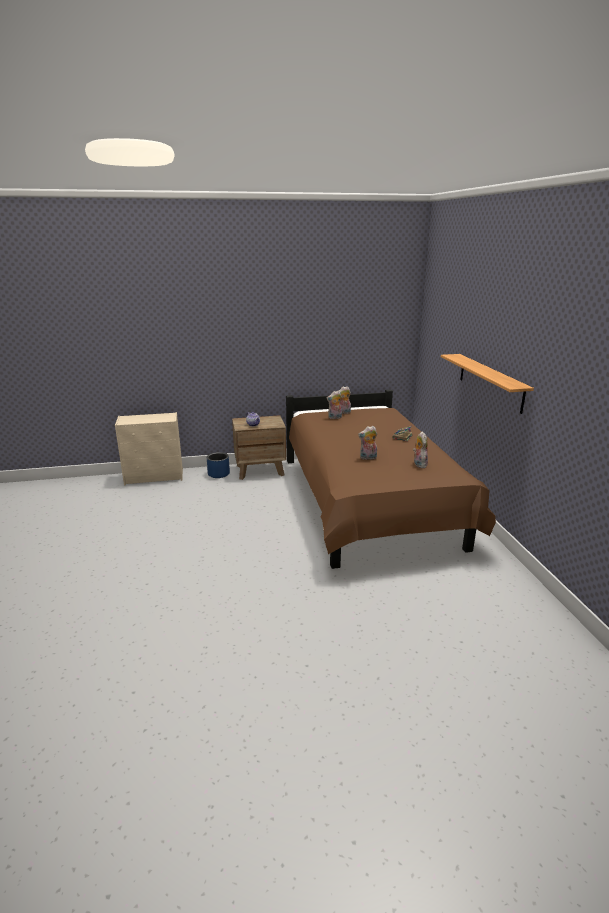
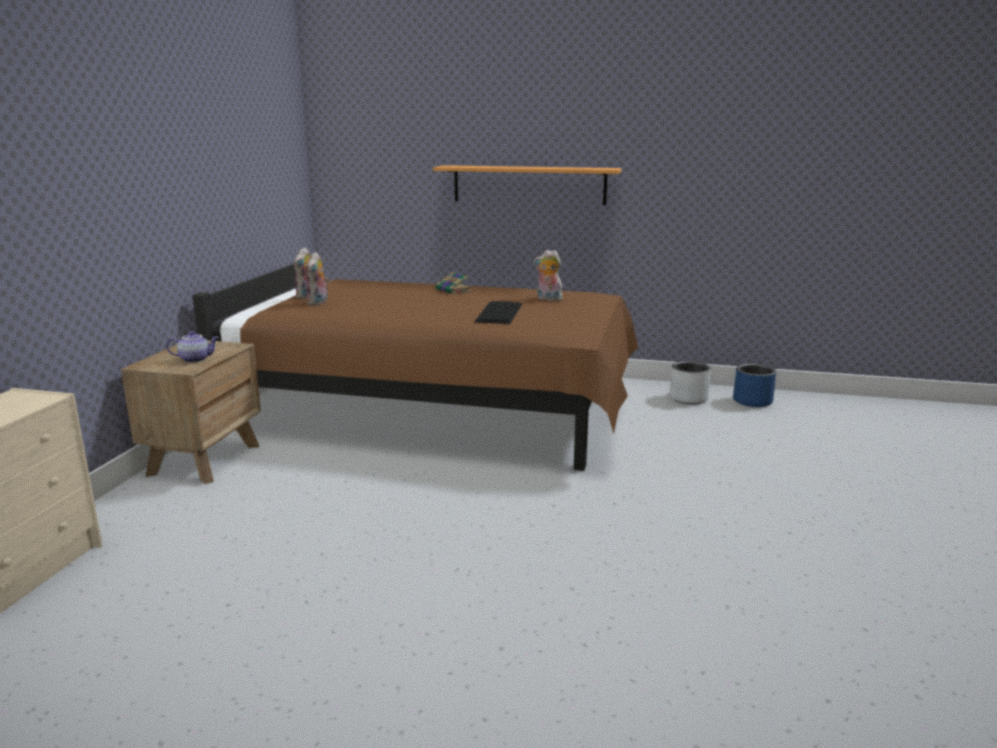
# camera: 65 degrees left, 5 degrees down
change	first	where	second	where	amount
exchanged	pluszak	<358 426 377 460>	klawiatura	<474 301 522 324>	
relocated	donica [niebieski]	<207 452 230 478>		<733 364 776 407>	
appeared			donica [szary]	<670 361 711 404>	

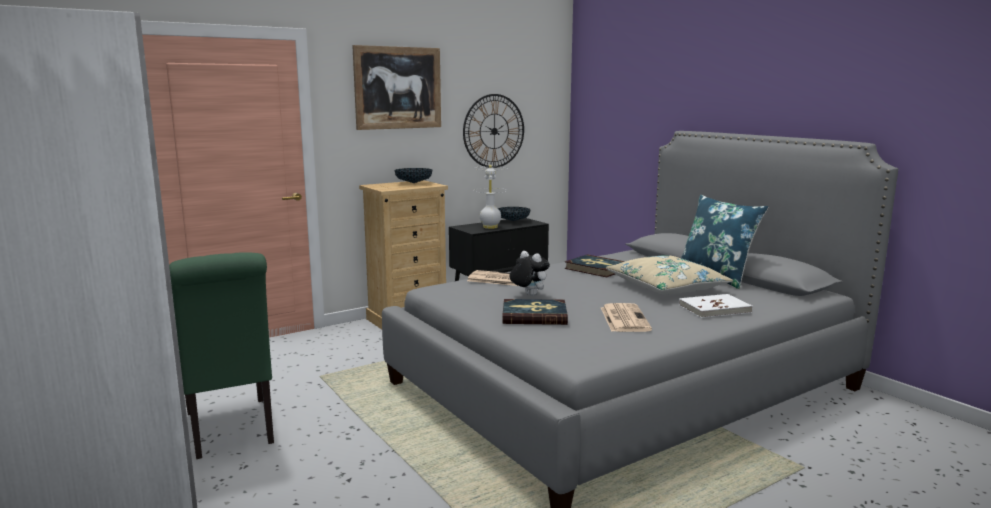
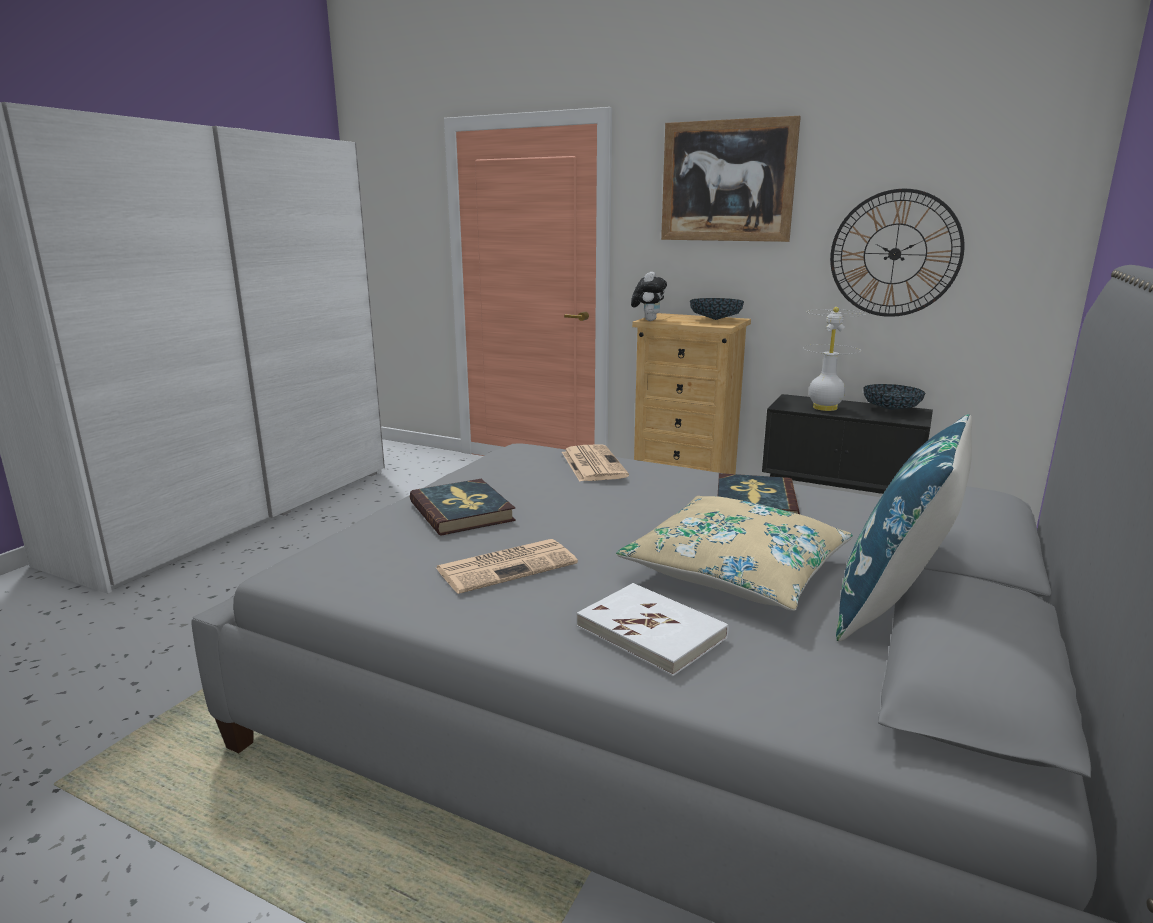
# camera: 60 degrees right, 5 degrees up
change	first	where	second	where	amount
relocated	pluszak	<509 251 550 296>		<631 272 667 321>	
missing	krzesło [zielony]	<169 252 274 459>			

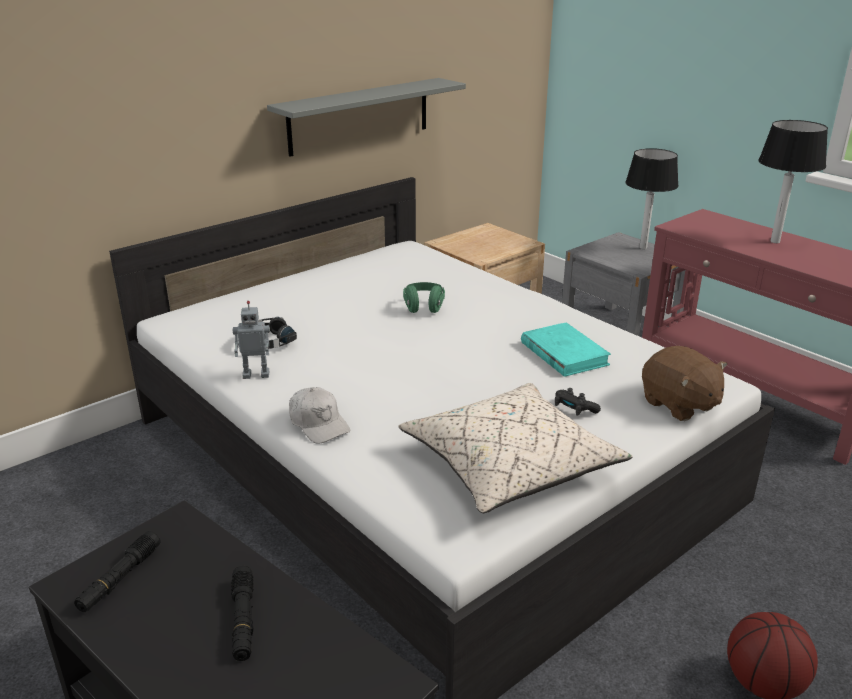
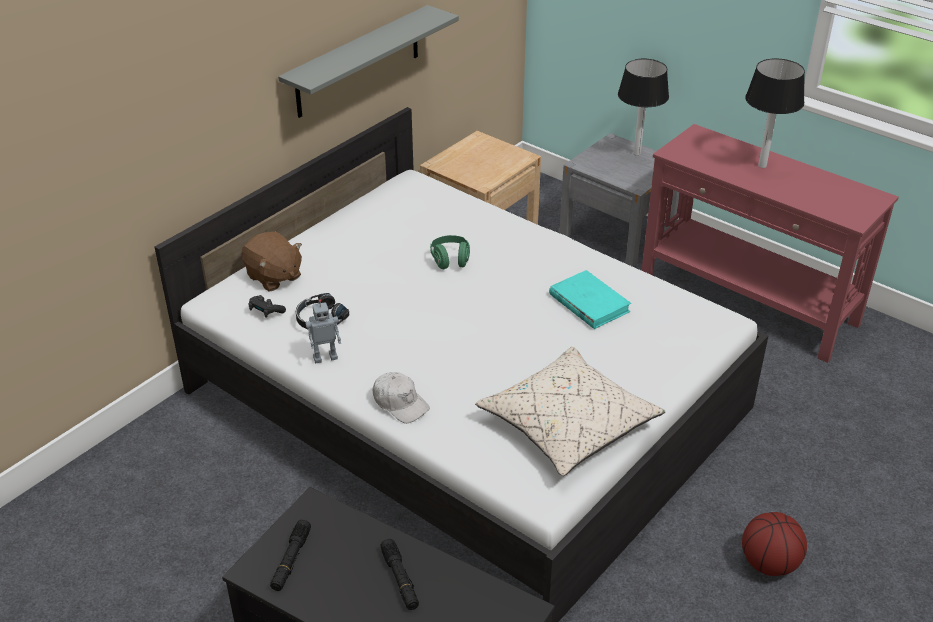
# camera: 10 degrees left, 10 degrees up
change	first	where	second	where	amount
relocated	pluszak [brązowy]	<642 346 727 421>		<241 232 302 291>	
relocated	pad do gier [czarny]	<555 388 601 416>		<248 295 286 318>	

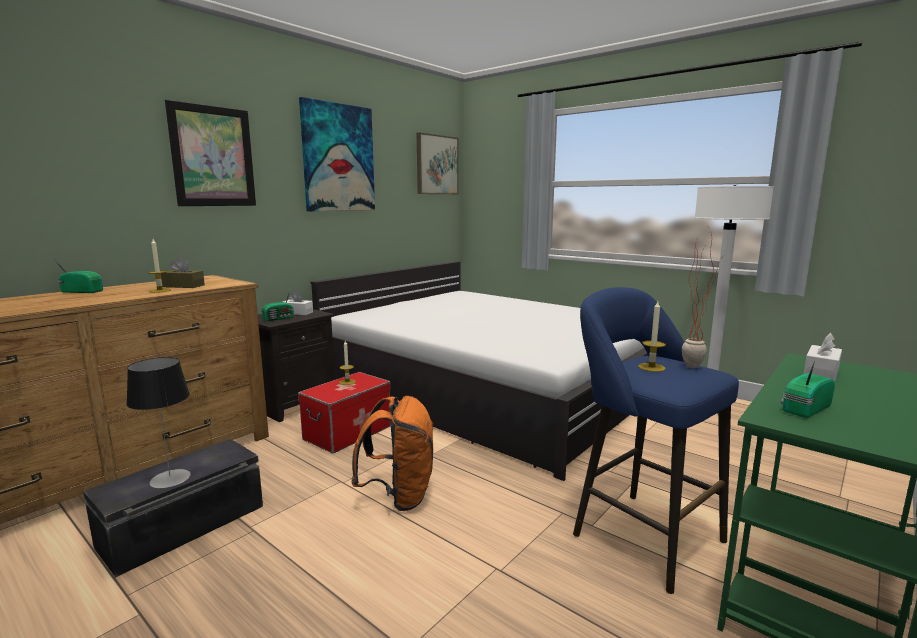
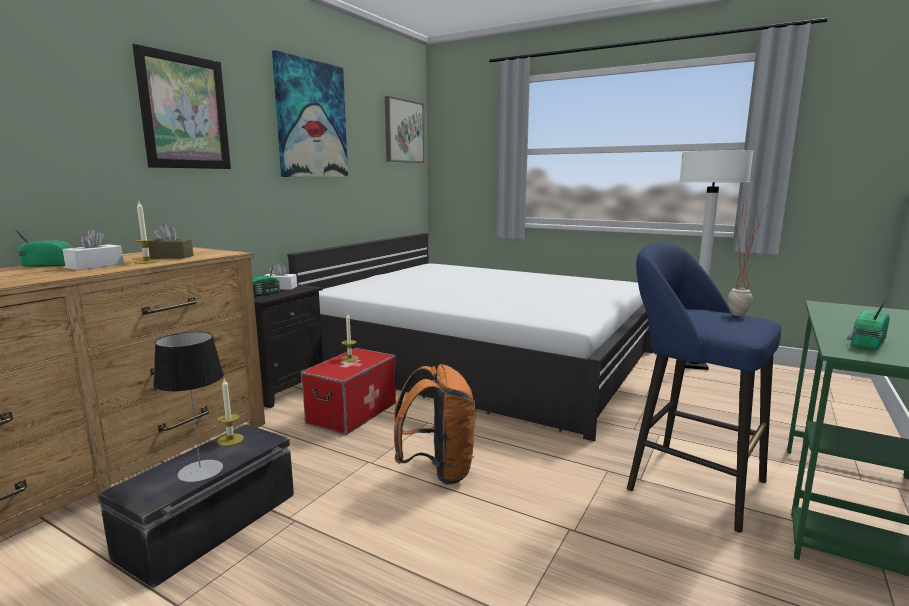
# camera: 10 degrees left, 0 degrees up
change	first	where	second	where	amount
relocated	świeca	<638 301 666 372>		<217 379 244 446>	
relocated	pudełko chusteczek [biały]	<803 333 842 382>		<63 229 124 270>	

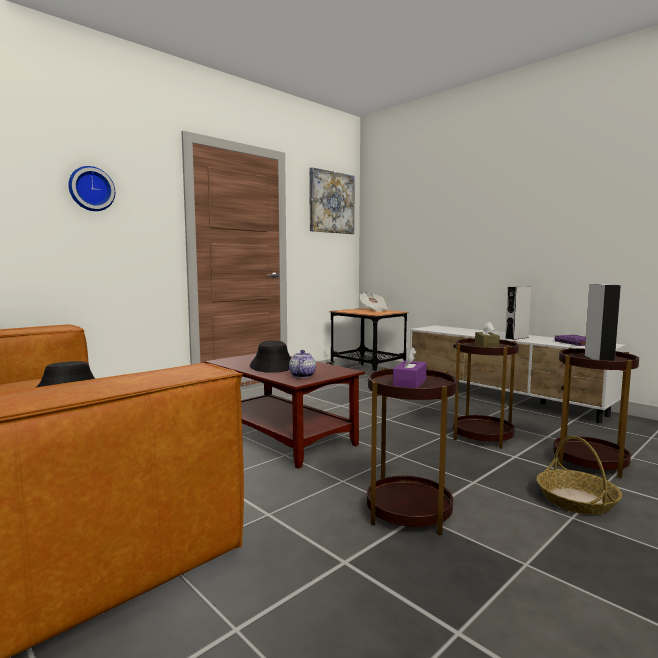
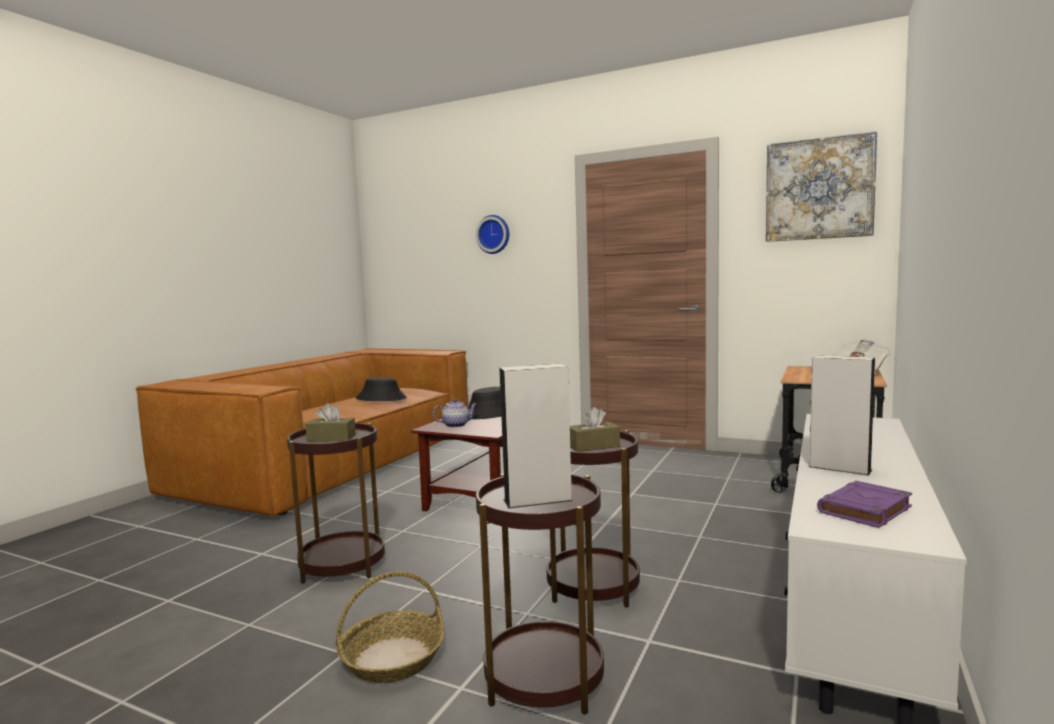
# camera: 70 degrees right, 0 degrees up
change	first	where	second	where	amount
colour	pudełko chusteczek [fioletowy]	<393 347 427 388>	pudełko chusteczek [brązowy]	<305 403 356 442>	

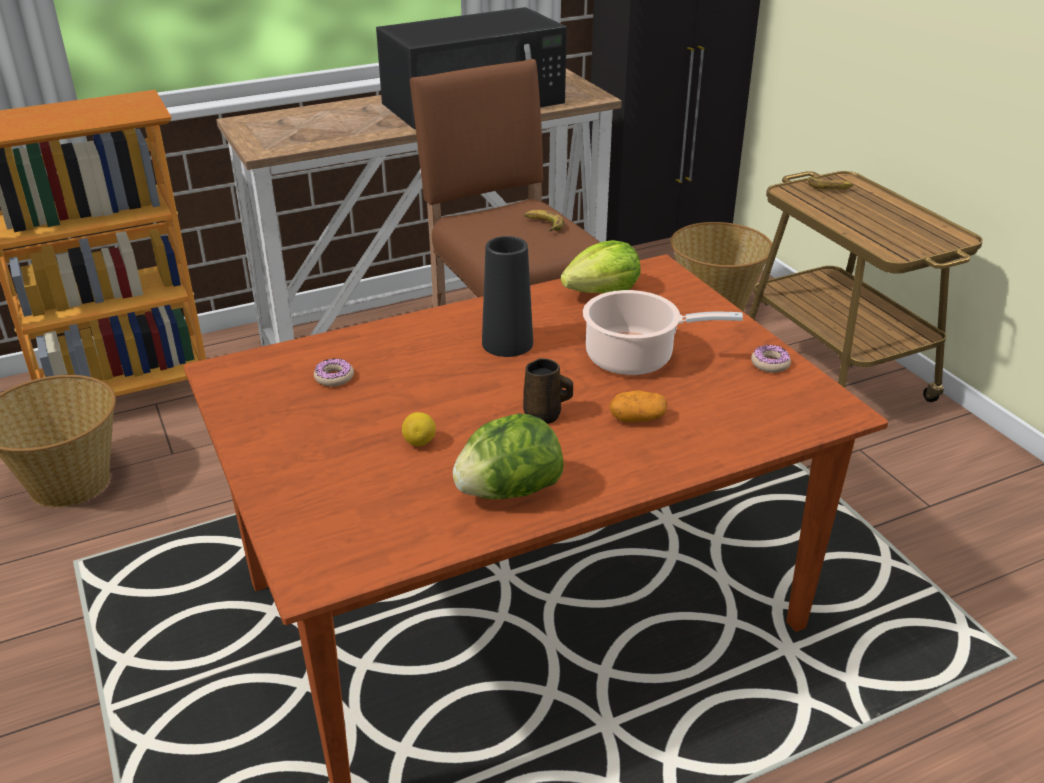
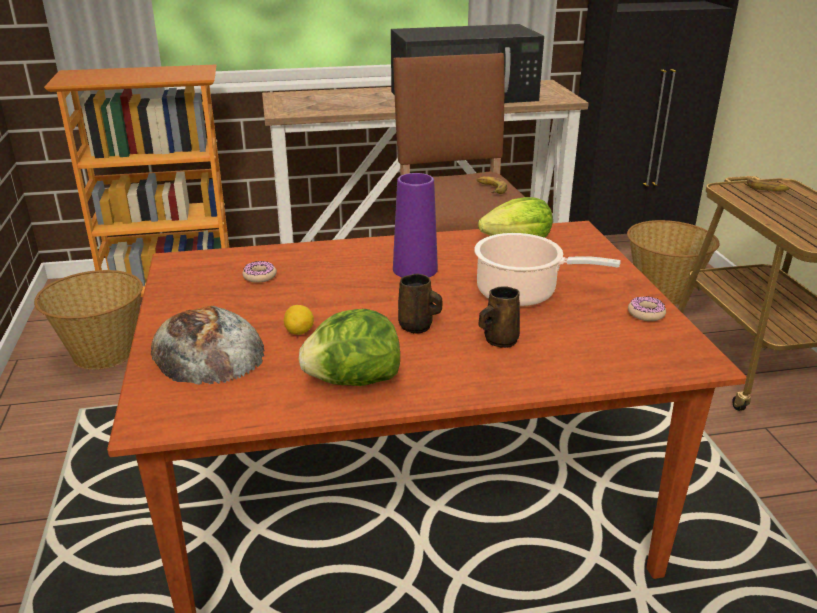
# camera: 15 degrees right, 5 degrees down
change	first	where	second	where	amount
colour	wazon [czarny]	<482 236 533 357>	wazon [fioletowy]	<393 173 438 277>	
exchanged	ziemniak	<609 390 667 422>	kubek [brązowy]	<479 286 520 348>	
appeared			chleb	<151 306 265 385>	

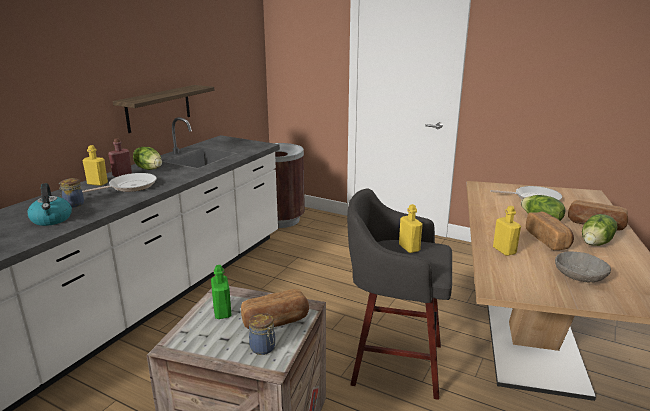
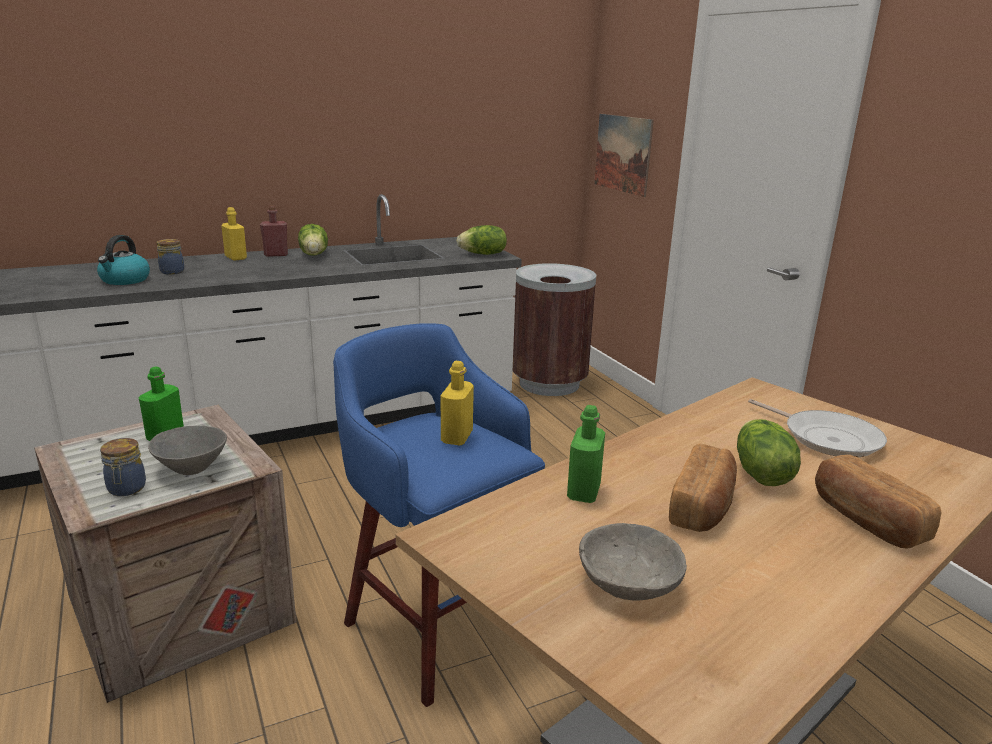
# camera: 35 degrees right, 0 degrees up
change	first	where	second	where	amount
missing	półka	<113 85 214 133>			
missing	patelnia	<82 173 157 193>			
colour	stołek [szary]	<347 188 452 400>	stołek [niebieski]	<333 323 545 707>	
colour	butelka [żółty]	<493 206 521 256>	butelka [zielony]	<567 405 605 503>	
relocated	sałata	<582 214 618 246>		<457 225 507 255>	
exchanged	chleb	<241 289 309 329>	miska [szary]	<148 426 227 475>	
appeared			obraz	<594 114 654 197>	

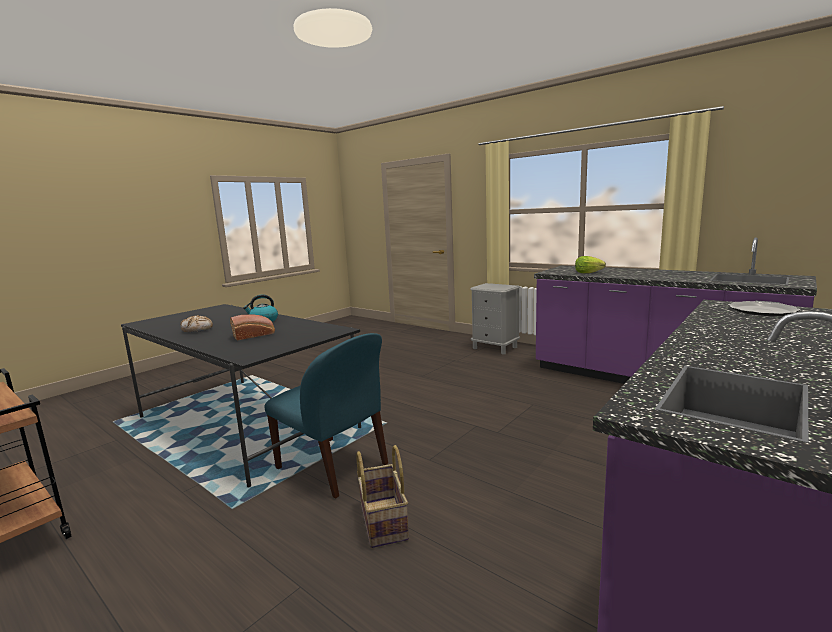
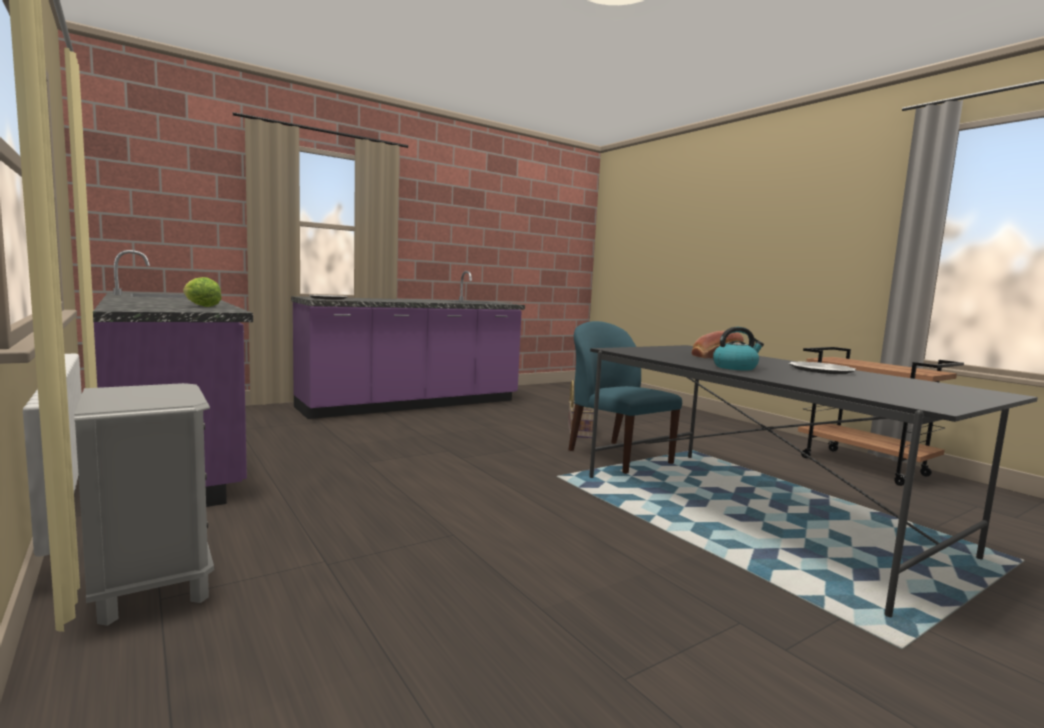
# camera: 165 degrees left, 5 degrees down
change	first	where	second	where	amount
exchanged	chleb	<180 315 213 332>	talerz	<789 361 856 374>	

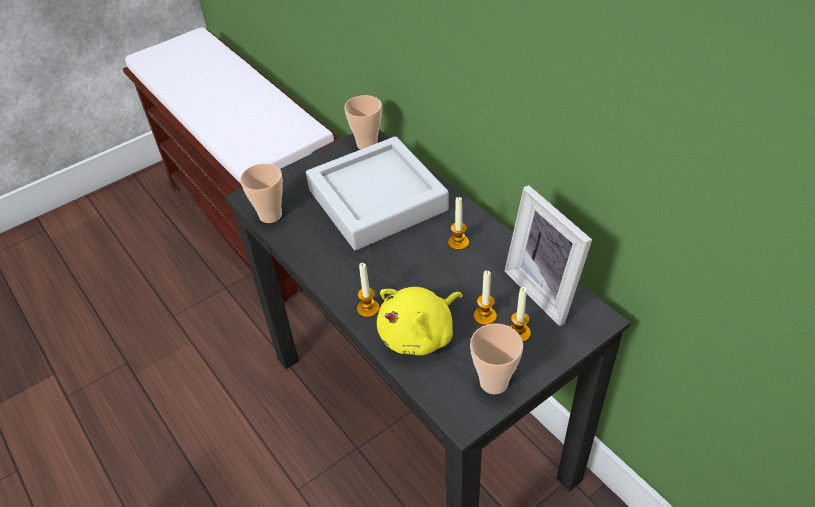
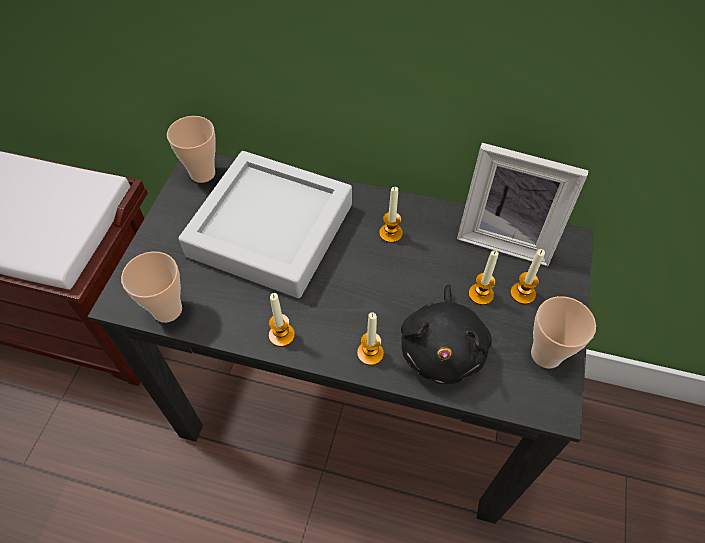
# camera: 40 degrees left, 10 degrees up
change	first	where	second	where	amount
colour	pluszak [żółty]	<377 287 462 355>	pluszak [czarny]	<401 285 492 384>	
appeared			świeca	<269 293 295 347>	

